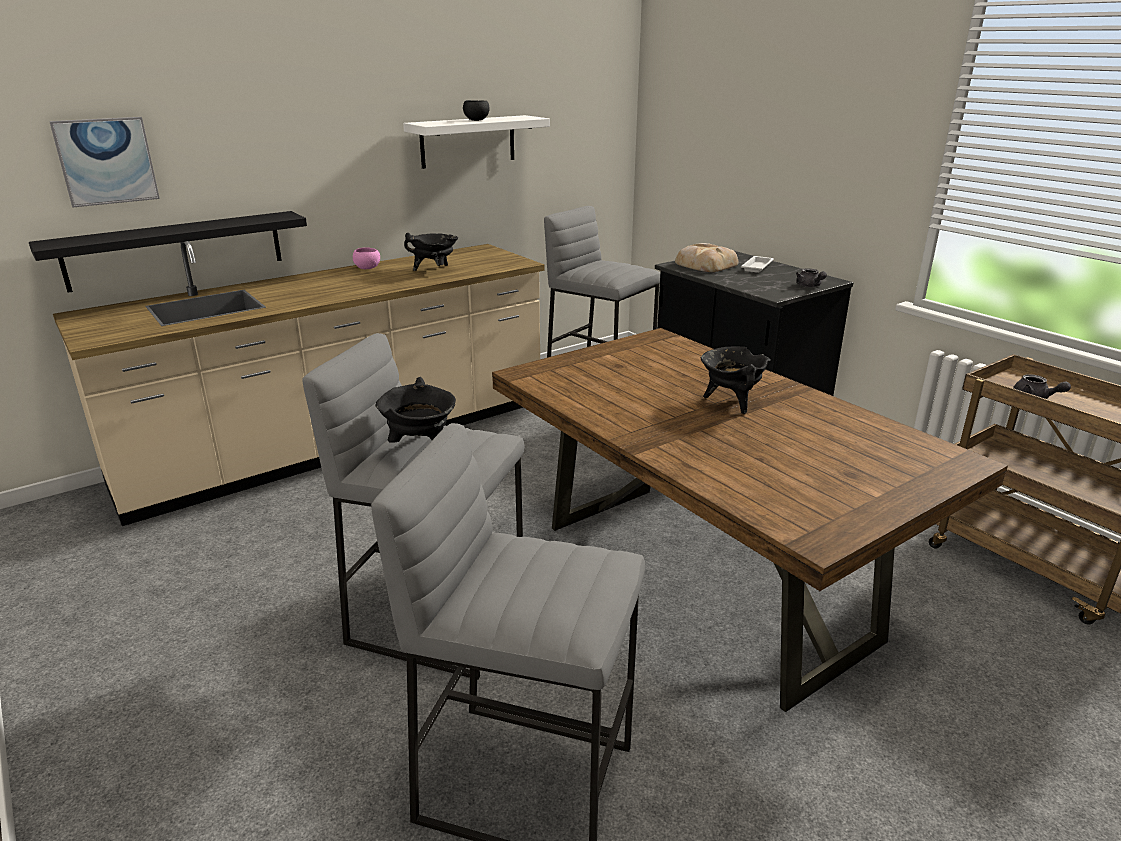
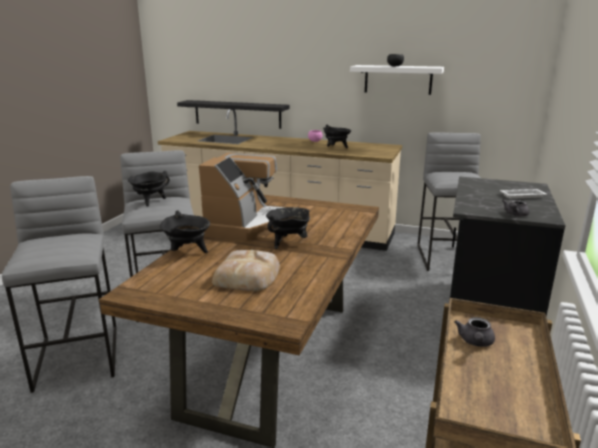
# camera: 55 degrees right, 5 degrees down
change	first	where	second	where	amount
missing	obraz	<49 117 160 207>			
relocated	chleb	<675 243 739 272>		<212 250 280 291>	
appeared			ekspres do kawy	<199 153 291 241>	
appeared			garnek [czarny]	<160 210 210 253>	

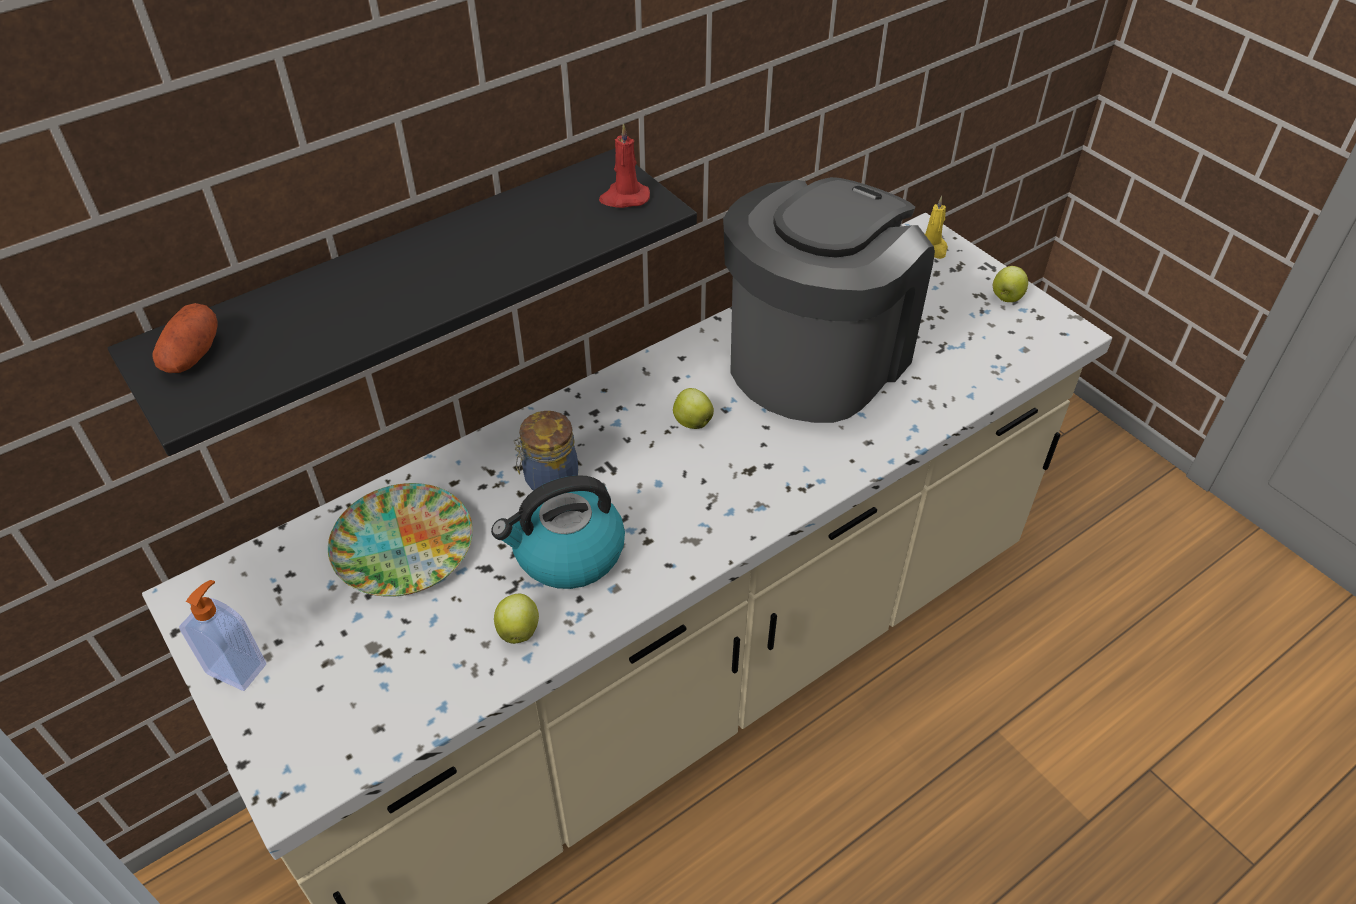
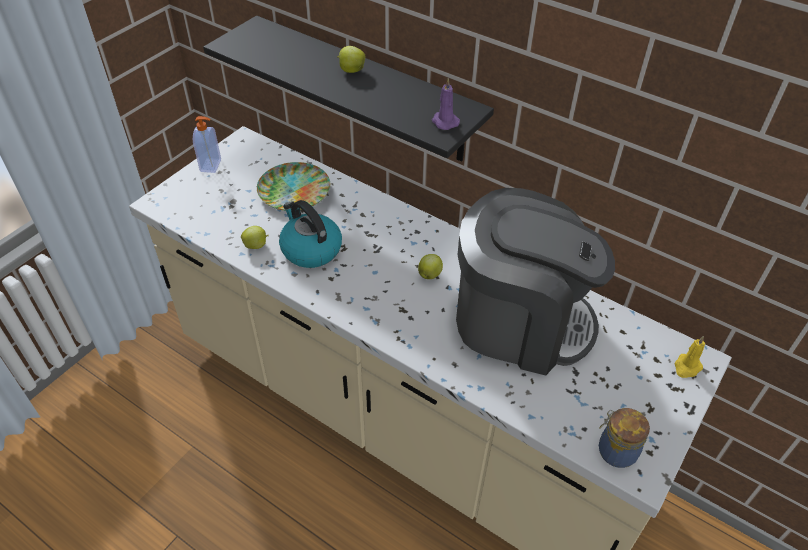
# camera: 70 degrees right, 0 degrees up
change	first	where	second	where	amount
colour	świeca [czerwony]	<599 123 650 208>	świeca [fioletowy]	<432 78 460 130>	
relocated	jabłko	<993 266 1028 302>		<337 46 366 73>	
missing	ziemniak	<152 303 217 373>			
relocated	słoik	<513 411 578 491>		<599 408 650 468>	

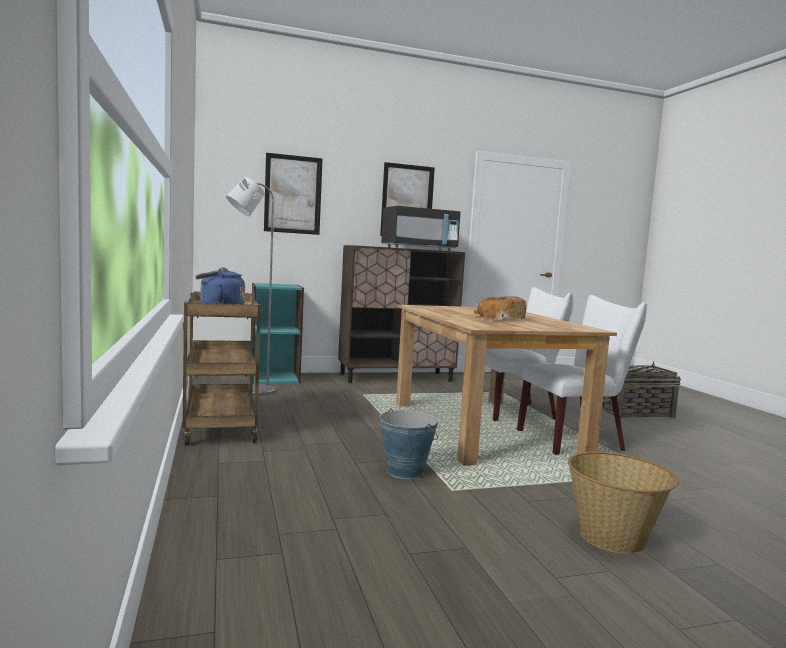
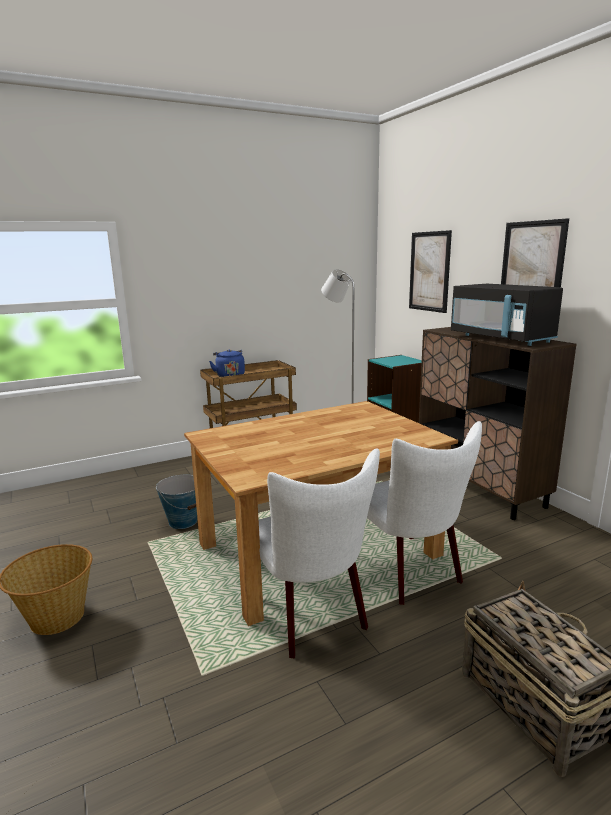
# camera: 80 degrees right, 10 degrees up
change	first	where	second	where	amount
missing	chleb	<473 296 527 320>			

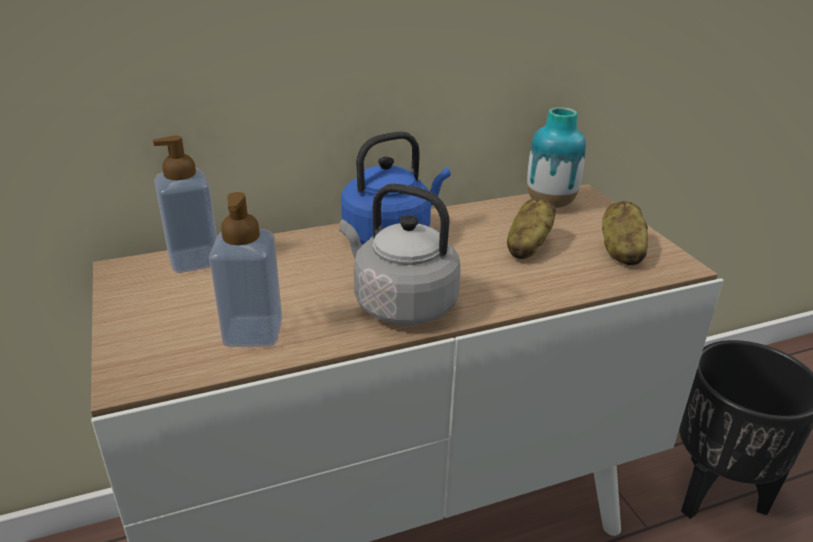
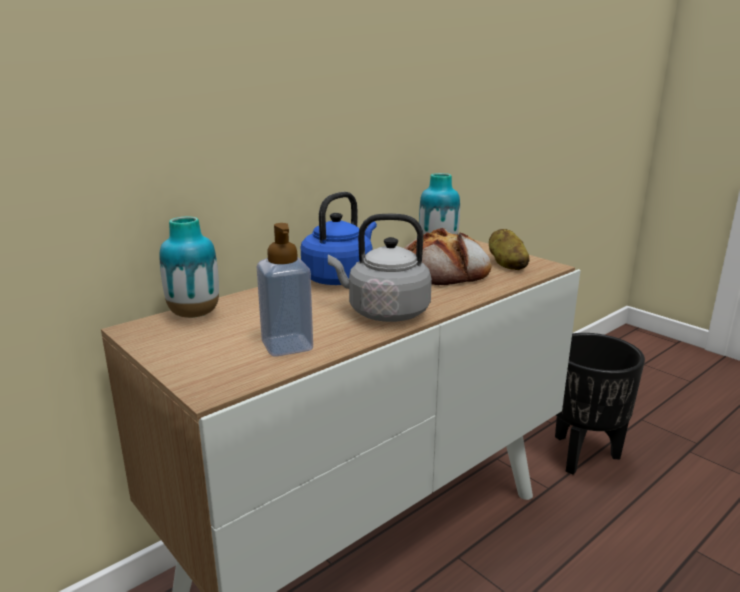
# camera: 20 degrees left, 10 degrees down
change	first	where	second	where	amount
exchanged	dozownik mydła	<153 135 217 273>	wazon	<160 217 219 318>	
exchanged	ziemniak	<507 198 556 259>	chleb	<404 228 491 285>	

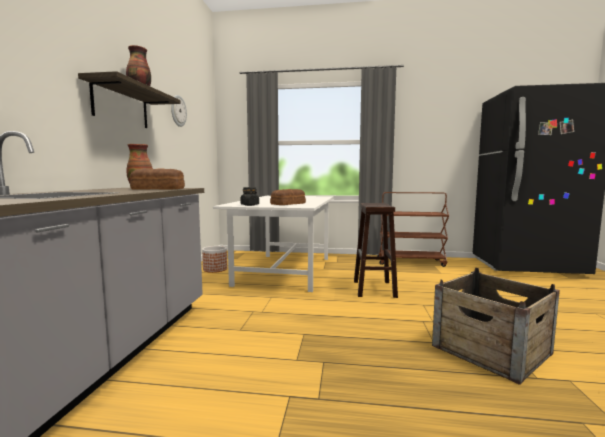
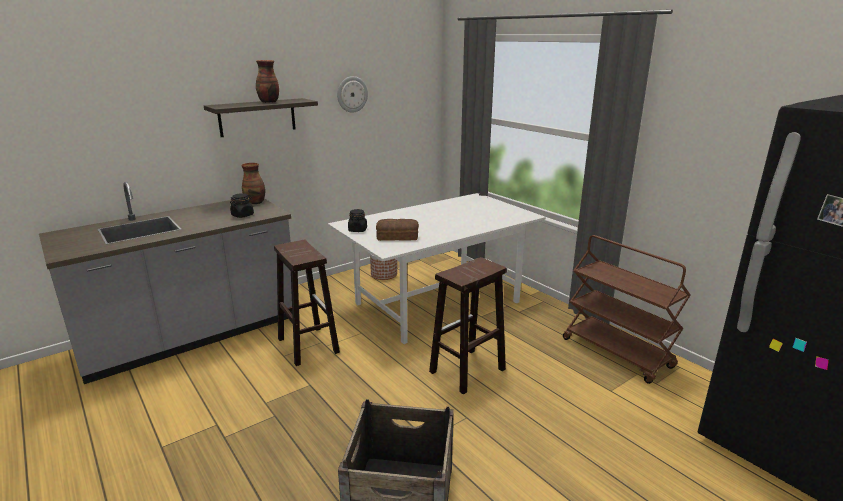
# camera: 45 degrees right, 15 degrees up
change	first	where	second	where	amount
exchanged	chleb	<130 168 185 189>	słoik [czarny]	<230 193 254 218>	
appeared			stołek [brązowy]	<274 240 340 366>	

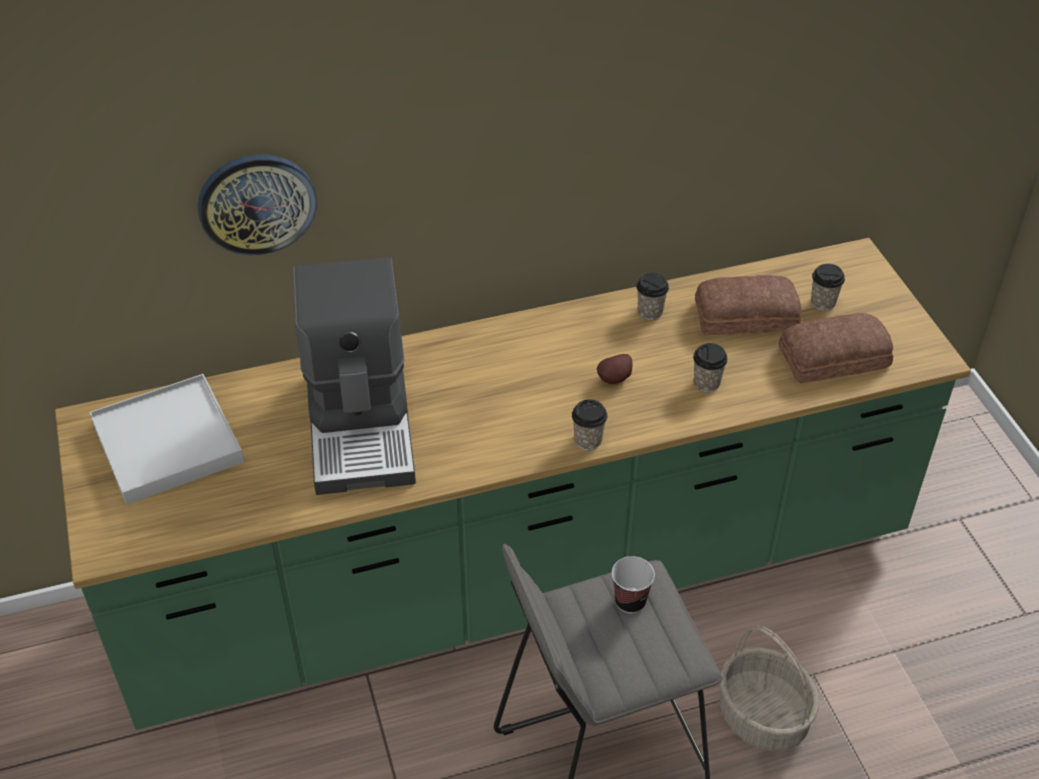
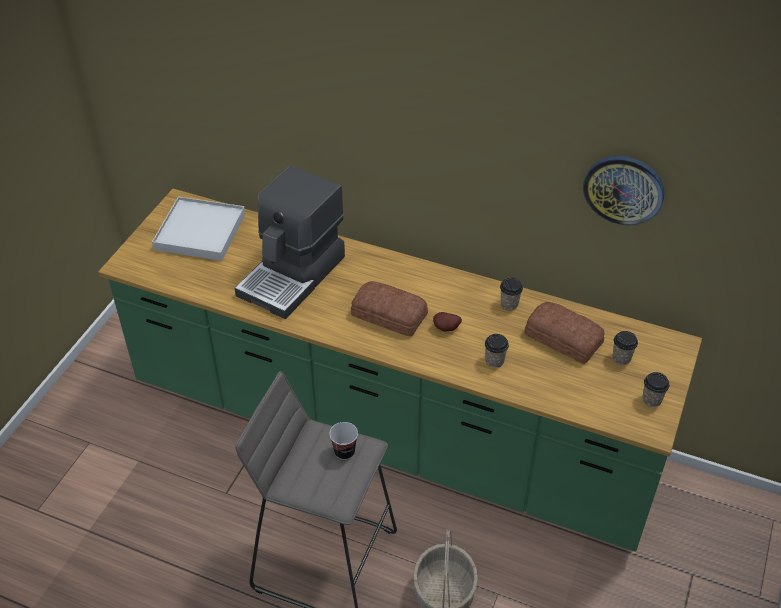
# camera: 40 degrees right, 0 degrees up
change	first	where	second	where	amount
relocated	zegar ścienny	<198 154 317 255>		<583 156 665 225>	
relocated	chleb	<779 313 893 383>		<351 281 428 337>	
relocated	filiżanka	<572 399 607 450>		<642 372 669 407>	

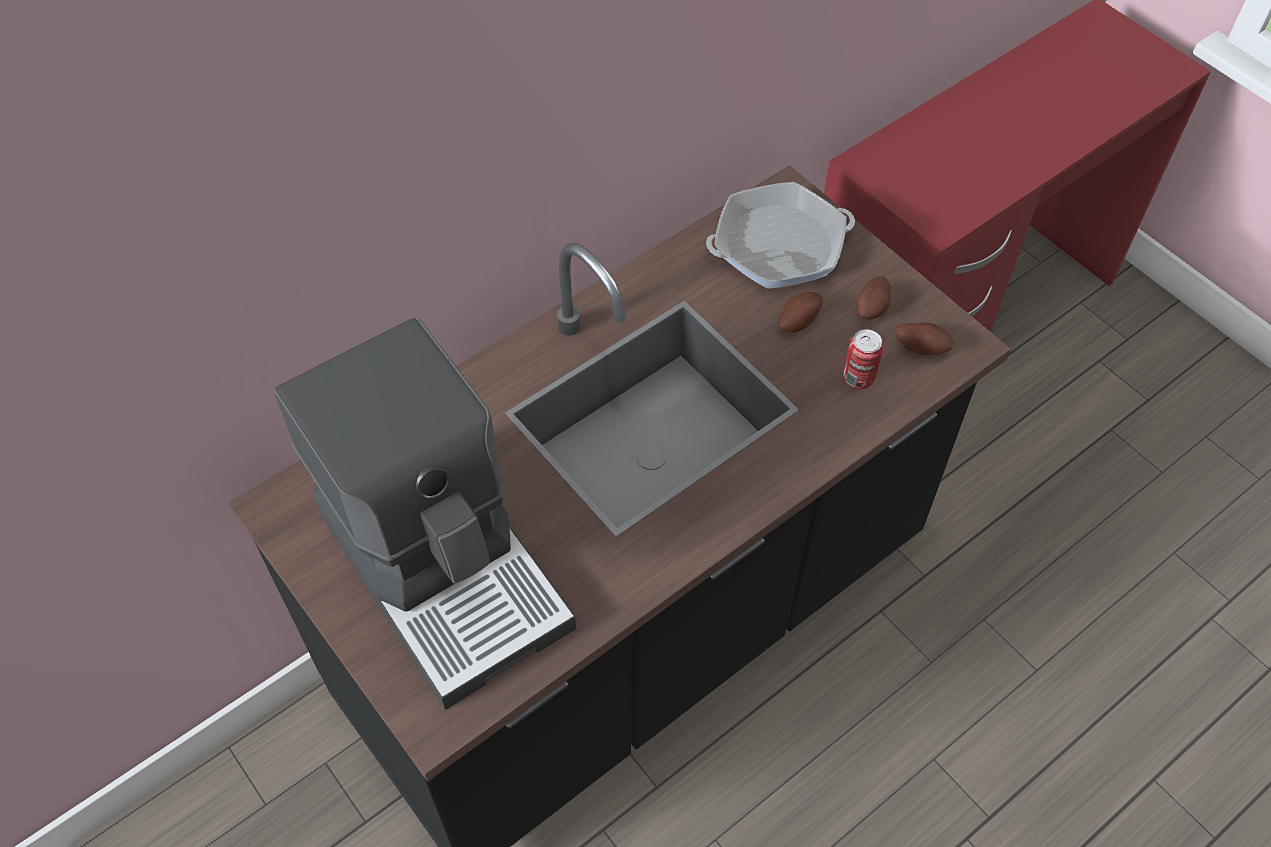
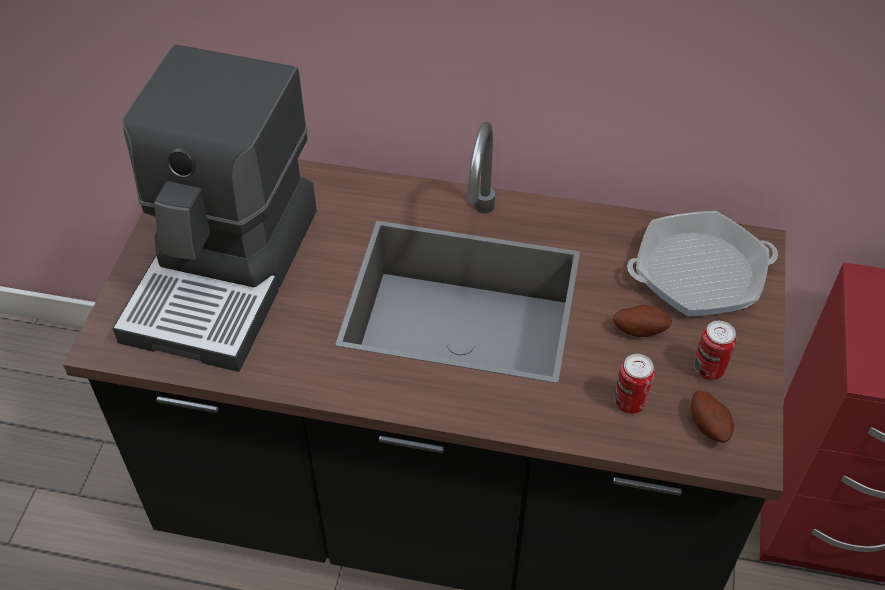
# camera: 50 degrees right, 5 degrees down
change	first	where	second	where	amount
spun	patelnia	<706 182 855 289>		<627 211 778 316>	135 degrees clockwise
exchanged	ziemniak	<857 276 890 320>	puszka	<694 321 736 380>	

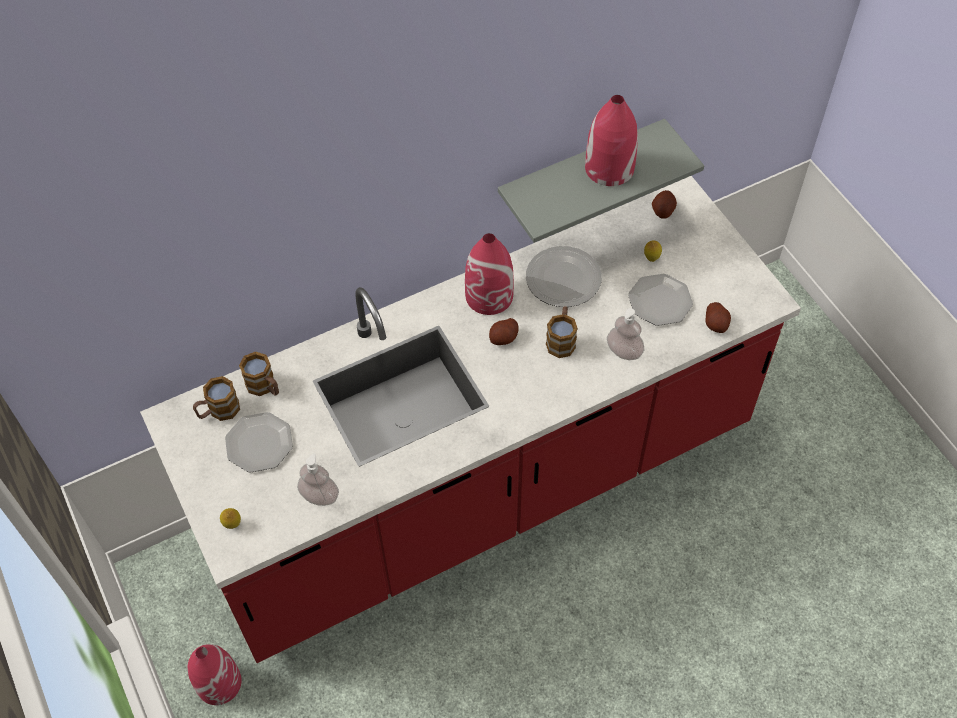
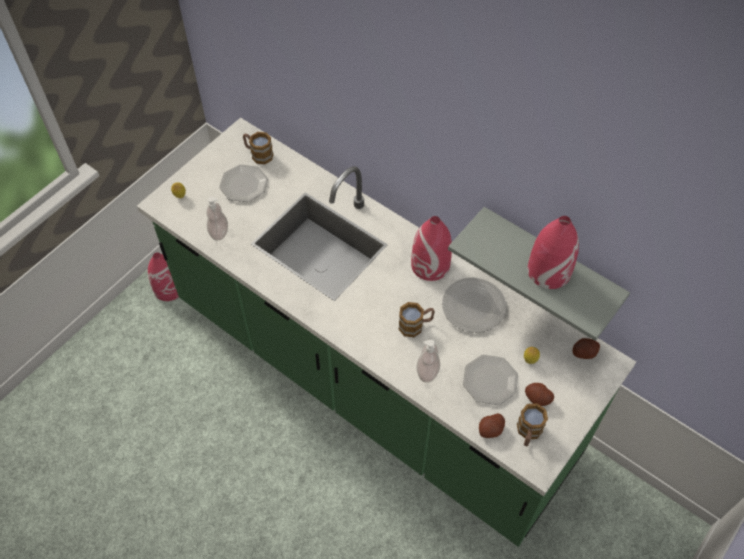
# camera: 65 degrees right, 0 degrees up
change	first	where	second	where	amount
colour	zabudowa kuchenna [czerwony]	<140 176 801 663>	zabudowa kuchenna [zielony]	<137 117 636 547>	
relocated	ziemniak	<489 318 519 345>		<525 383 554 406>	
relocated	kubek	<239 352 279 396>		<517 403 548 446>	

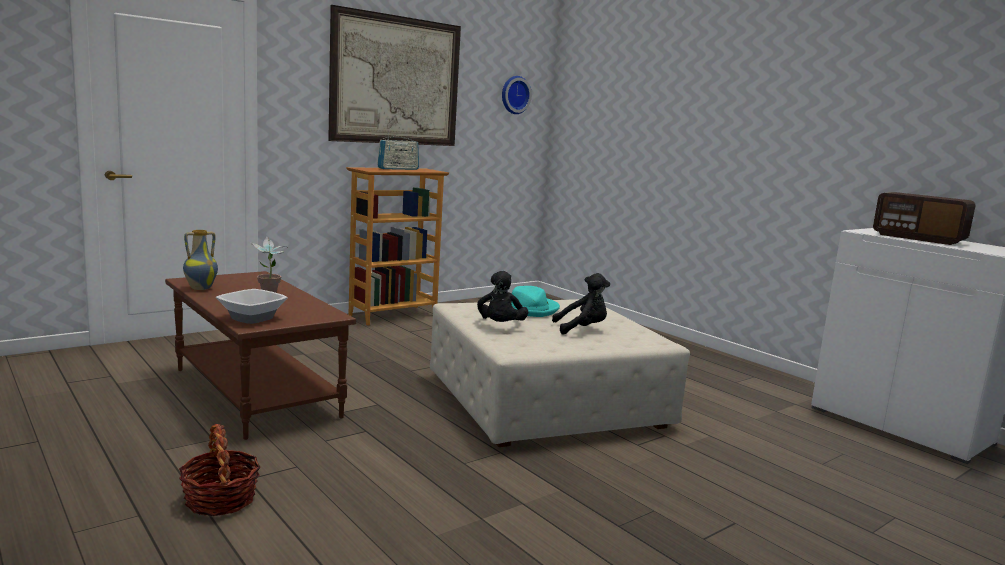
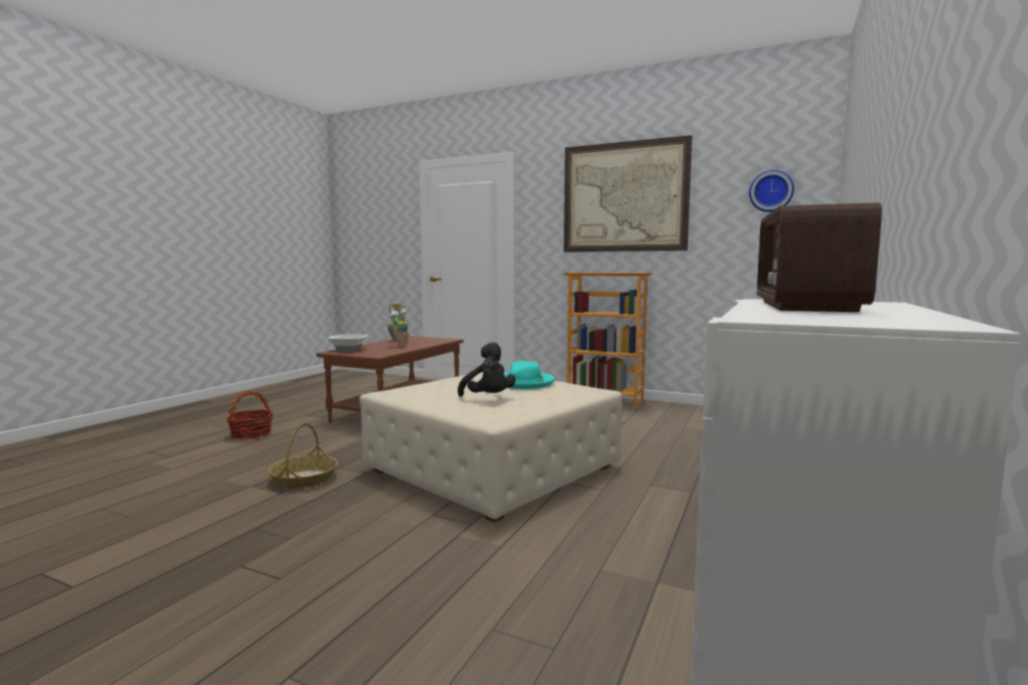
# camera: 65 degrees right, 5 degrees down
change	first	where	second	where	amount
missing	radio	<377 133 419 170>			
missing	pluszak [czarny]	<477 271 528 322>			
appeared			koszyk	<268 423 338 488>	

